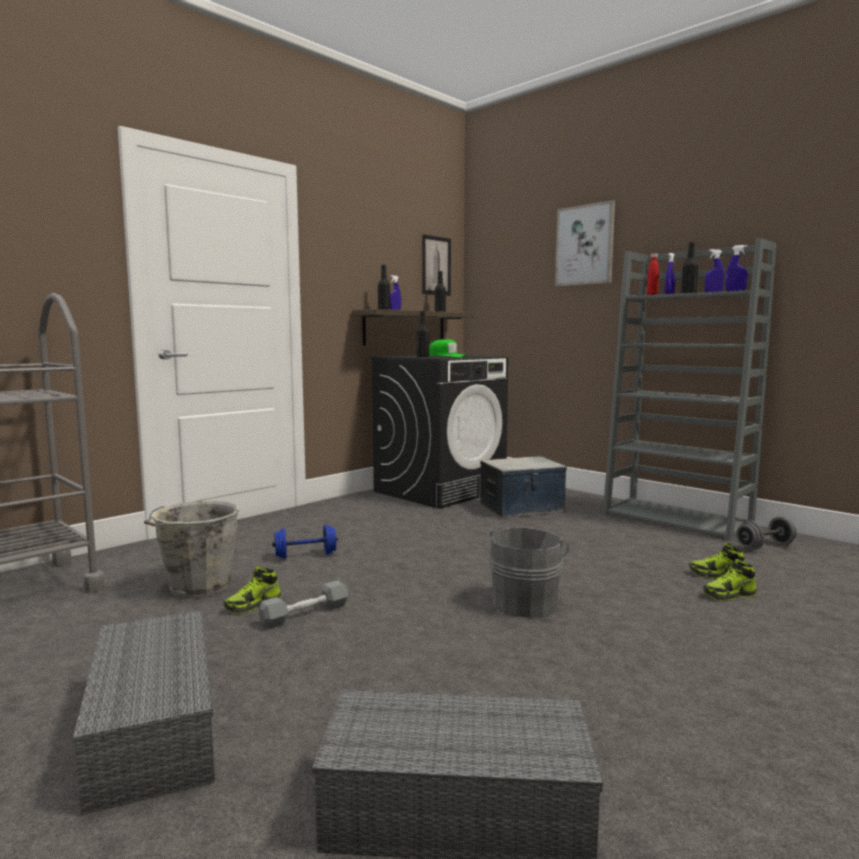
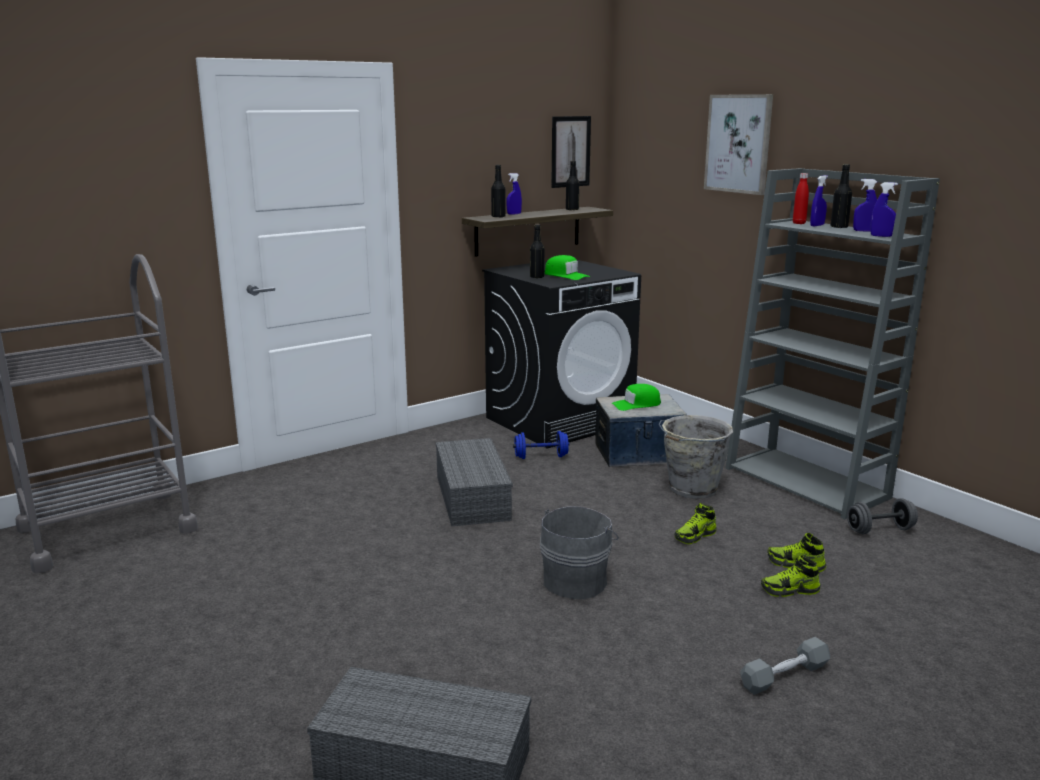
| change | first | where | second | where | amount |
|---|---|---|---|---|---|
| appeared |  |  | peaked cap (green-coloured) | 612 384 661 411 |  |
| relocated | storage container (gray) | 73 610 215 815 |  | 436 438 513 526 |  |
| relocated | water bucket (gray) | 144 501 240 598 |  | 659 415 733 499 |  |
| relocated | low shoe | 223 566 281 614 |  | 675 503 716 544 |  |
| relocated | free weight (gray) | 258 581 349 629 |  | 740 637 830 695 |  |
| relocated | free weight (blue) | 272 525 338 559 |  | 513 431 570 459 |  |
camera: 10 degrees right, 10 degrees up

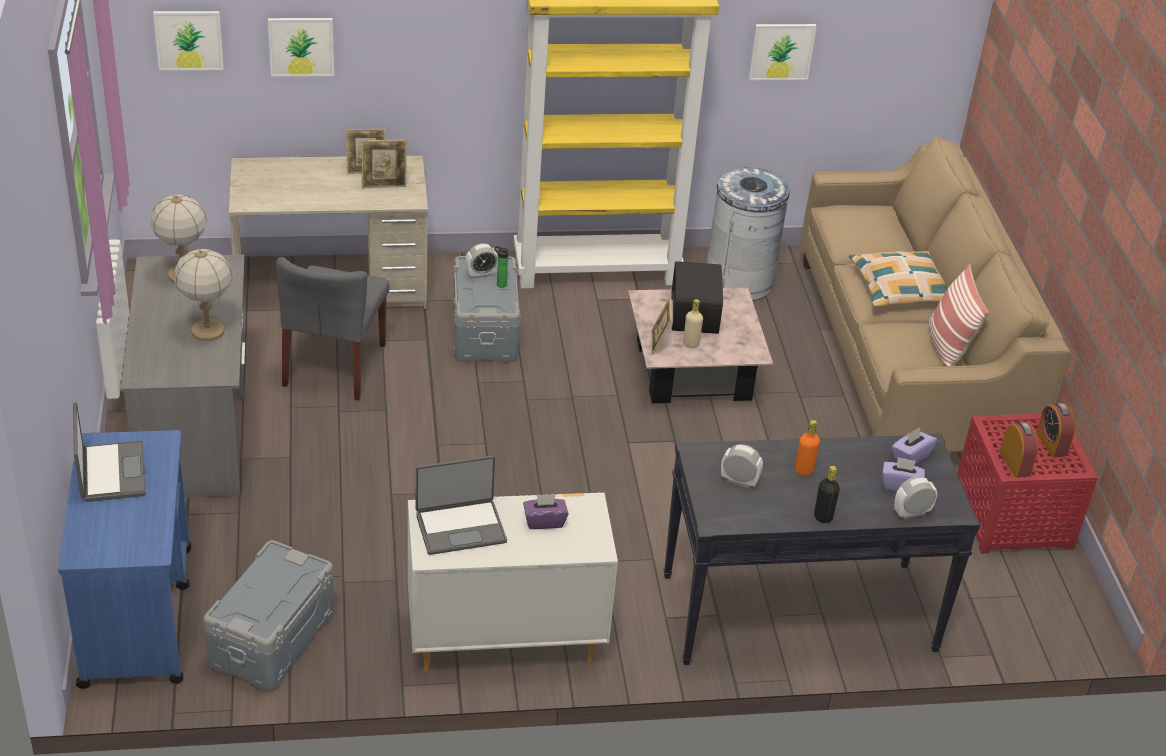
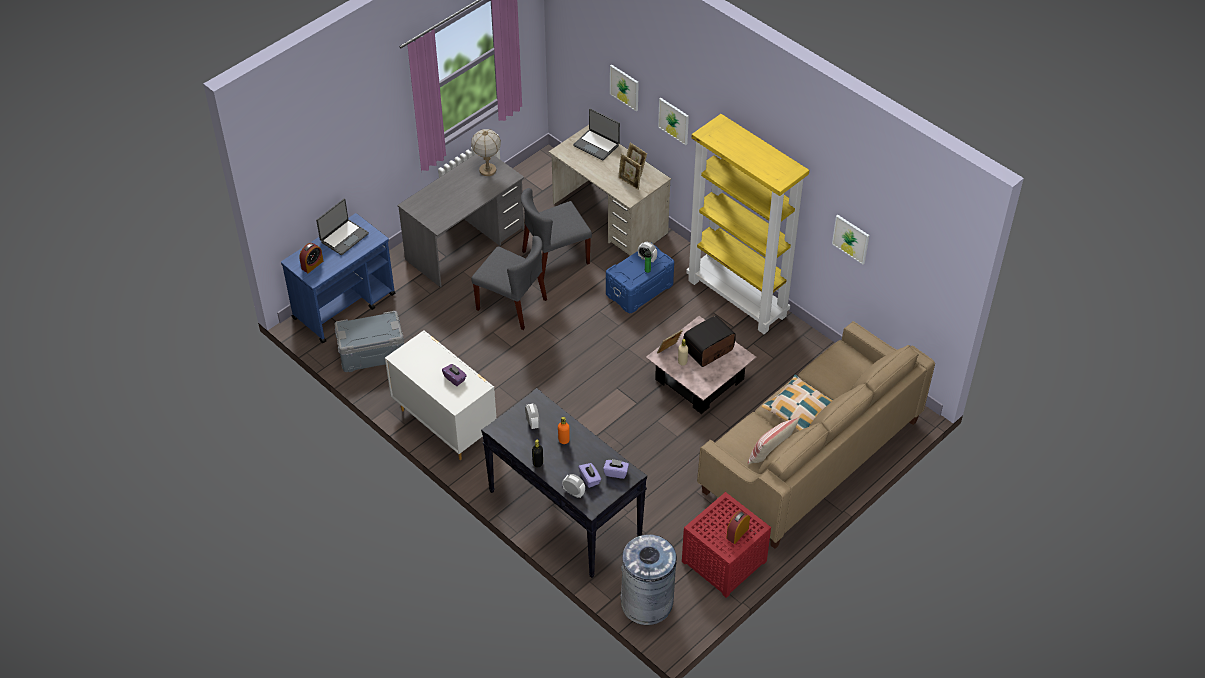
| change | first | where | second | where | amount |
|---|---|---|---|---|---|
| missing | tabletop lamp | 174 249 232 342 |  |  |  |
| appeared |  |  | upright chair (gray) | 471 236 547 330 |  |
| relocated | picture | 153 11 224 70 |  | 658 98 689 145 |  |
| relocated | portable computer | 416 455 507 555 |  | 573 109 620 160 |  |
| relocated | rubbish bin (gray) | 707 168 790 301 |  | 620 534 677 625 |  |
| relocated | table clock | 1000 422 1038 478 |  | 299 243 323 273 |  |
| colour | storage container (gray) | 453 256 520 362 | storage container (blue) | 606 242 674 313 |  |
camera: 55 degrees right, 10 degrees up

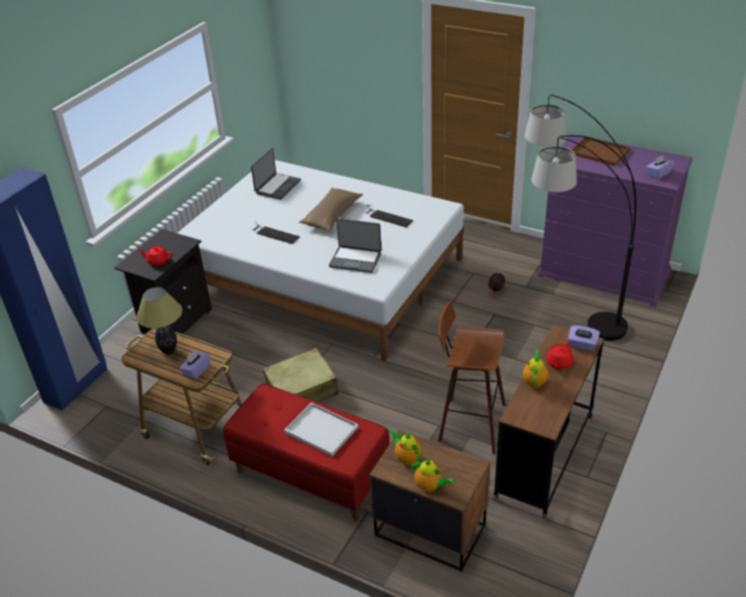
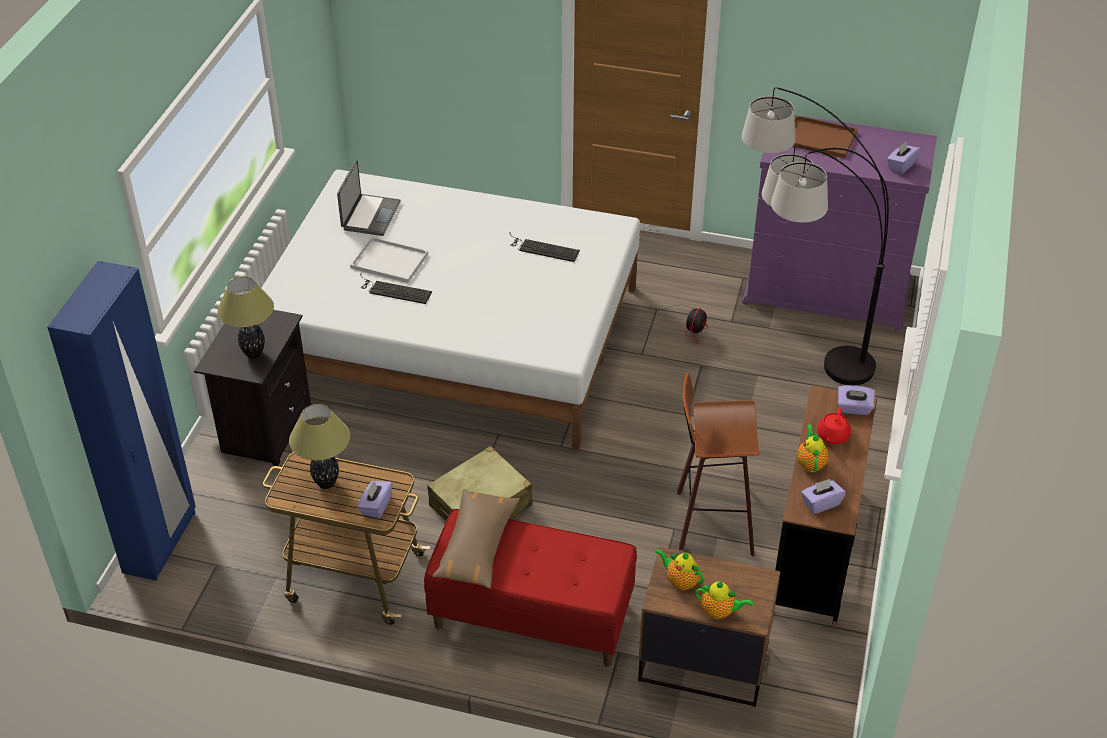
| change | first | where | second | where | amount |
|---|---|---|---|---|---|
| missing | portable computer | 329 218 381 273 |  |  |  |
| appeared |  |  | tissue box (purplish) | 801 479 846 514 |  |
| relocated | carrying tray (whitish) | 284 402 358 456 |  | 350 237 428 283 |  |
| relocated | throw pillow (brownish) | 299 187 363 231 |  | 432 489 520 589 |  |
| exchanged | teapot (reddish) | 138 246 173 266 | tabletop lamp | 217 276 274 359 |  |
camera: 15 degrees left, 5 degrees up

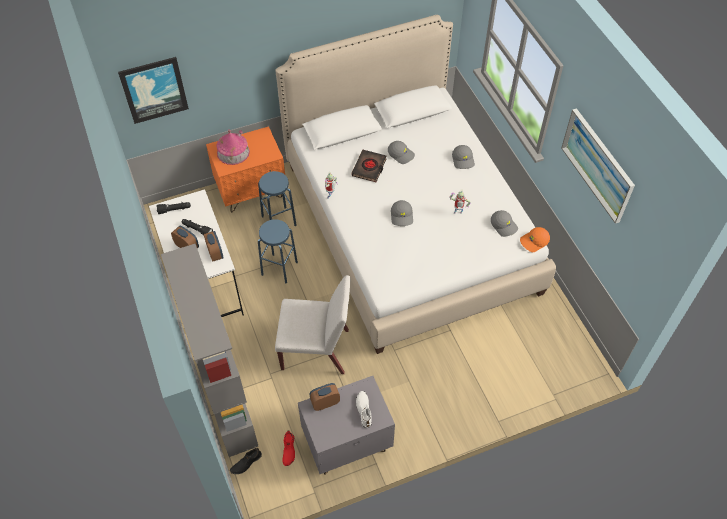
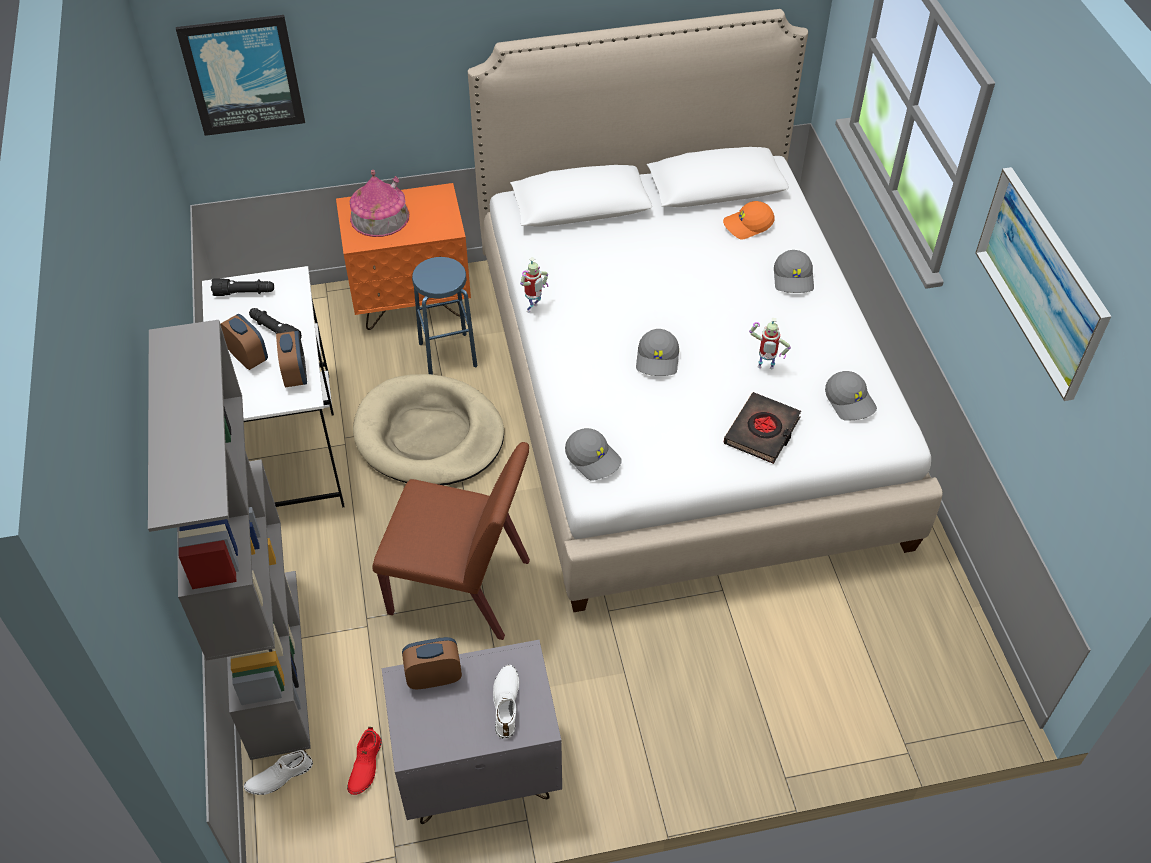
| change | first | where | second | where | amount |
|---|---|---|---|---|---|
| relocated | volume (black-coloured) | 351 150 387 182 |  | 724 392 801 464 |  |
| relocated | peaked cap (gray) | 388 141 415 164 |  | 565 428 622 481 |  |
| relocated | peaked cap (orange) | 520 227 550 252 |  | 723 201 775 240 |  |
| exchanged | sitting stool (blue) | 258 219 298 283 | dog cushion (beige) | 353 374 504 485 |  |
| colour | low shoe (black-coloured) | 230 448 262 474 | low shoe (whitish) | 244 749 313 795 |  |
| colour | upright chair (whitish) | 275 275 351 374 | upright chair (brownish) | 372 442 530 640 |  |
camera: 10 degrees right, 5 degrees down

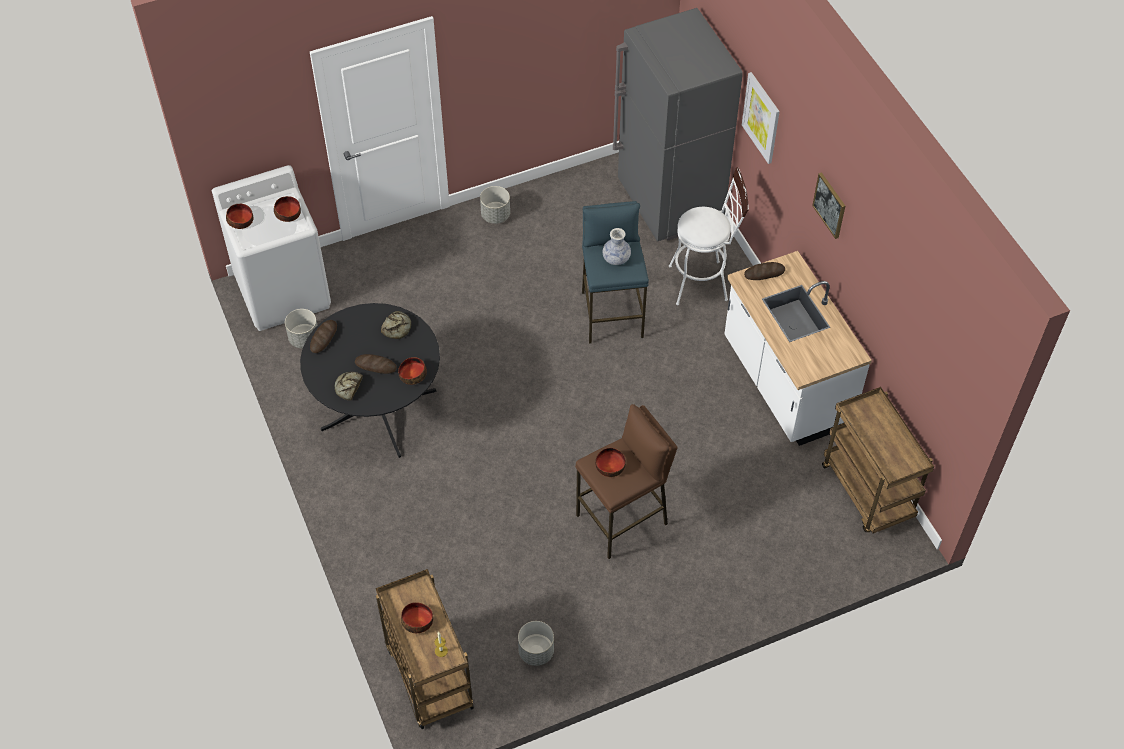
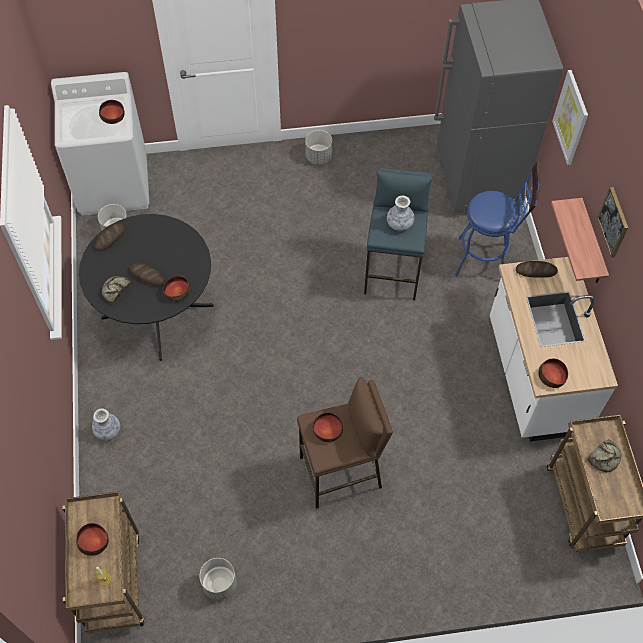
| change | first | where | second | where | amount |
|---|---|---|---|---|---|
| appeared |  |  | flower vase | 92 408 120 440 |  |
| appeared |  |  | bracket shelf | 551 198 609 283 |  |
| relocated | serving bowl | 226 204 253 229 |  | 538 358 568 388 |  |
| relocated | bakery bread | 381 311 411 339 |  | 588 439 621 472 |  |
| colour | sitting stool (whitish) | 669 167 749 306 | sitting stool (blue) | 455 161 540 277 |  |
camera: 15 degrees right, 5 degrees up

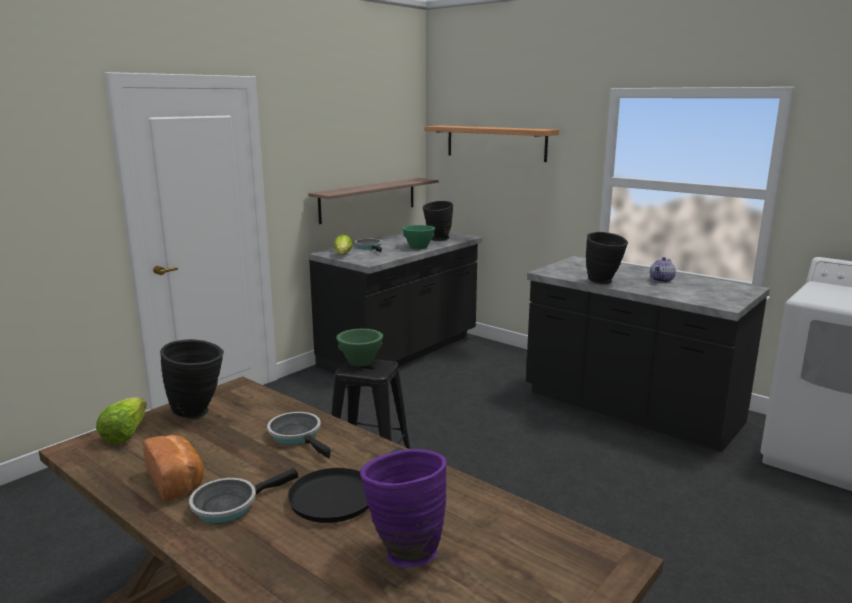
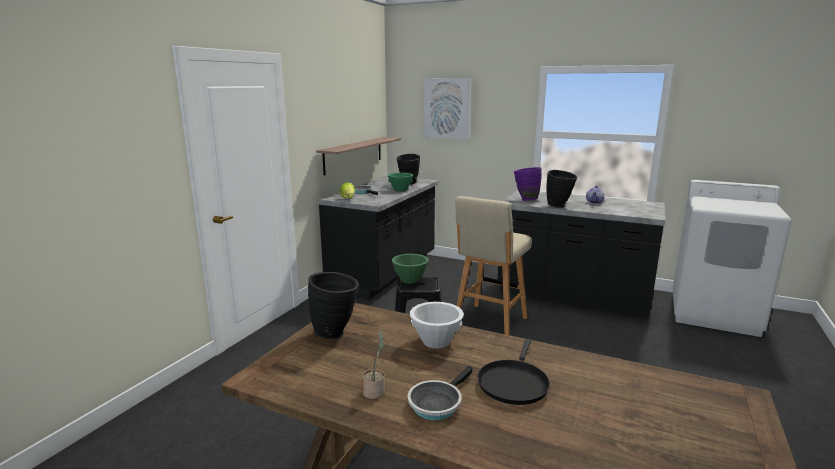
| change | first | where | second | where | amount |
|---|---|---|---|---|---|
| missing | lettuce | 96 397 147 444 |  |  |  |
| appeared |  |  | sitting stool (beige) | 455 196 532 335 |  |
| relocated | flower vase (purplish) | 360 449 446 567 |  | 514 167 542 201 |  |
| exchanged | bakery bread | 143 435 204 502 | plant in a pot | 362 330 385 399 |  |
| exchanged | frying pan | 267 412 331 458 | serving bowl (whitish) | 410 302 464 348 |  |
| exchanged | bracket shelf | 425 126 559 162 | picture | 424 78 471 139 |  |
camera: 15 degrees left, 0 degrees up

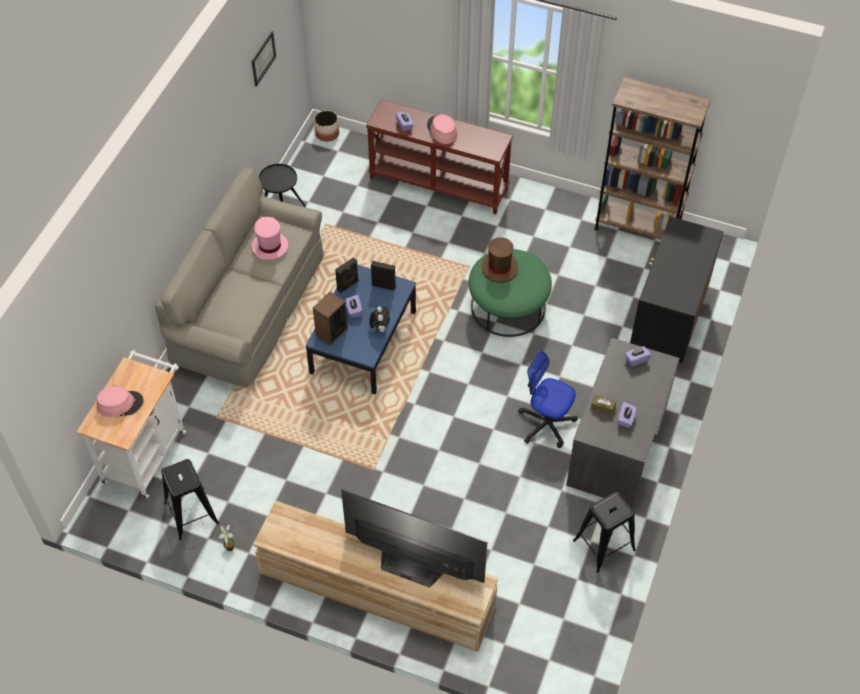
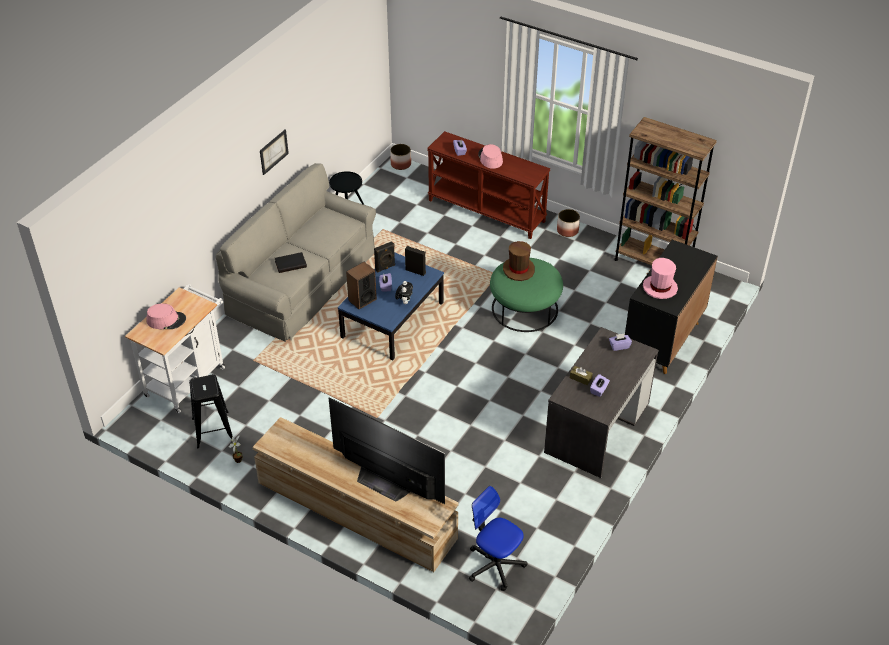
| change | first | where | second | where | amount |
|---|---|---|---|---|---|
| missing | sitting stool (black-coloured) | 573 492 636 573 |  |  |  |
| appeared |  |  | volume (black-coloured) | 275 252 307 273 |  |
| appeared |  |  | planter | 557 209 580 237 |  |
| relocated | picture | 251 31 276 87 |  | 260 130 289 175 |  |
| relocated | wearable hat (pinkish) | 251 217 288 261 |  | 643 258 678 299 |  |
| relocated | office chair | 518 350 578 448 |  | 469 486 527 591 |  |
camera: 10 degrees right, 10 degrees down

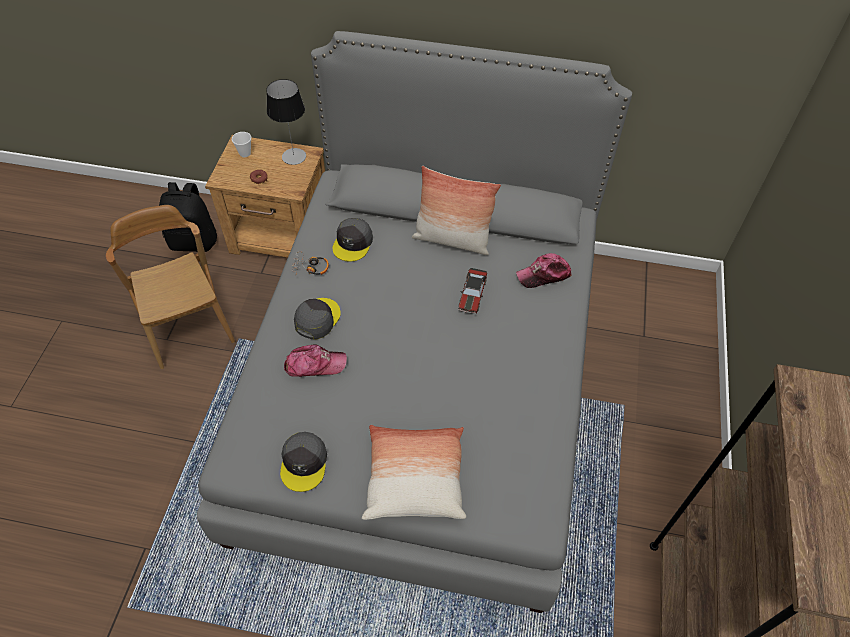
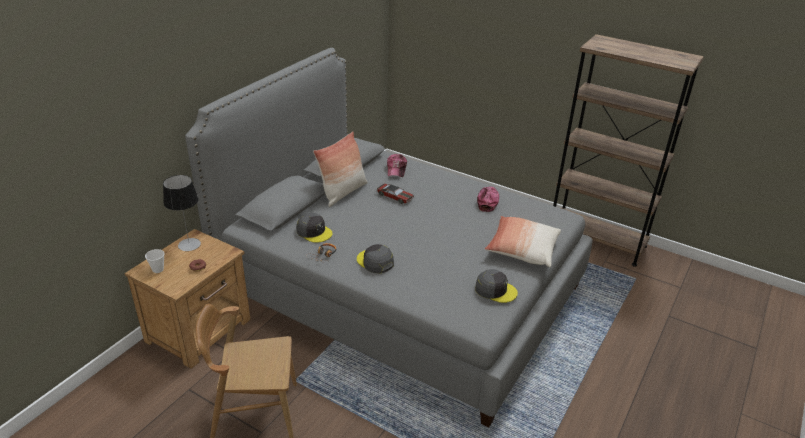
| change | first | where | second | where | amount |
|---|---|---|---|---|---|
| missing | knapsack (black-coloured) | 159 182 217 252 |  |  |  |
| relocated | peaked cap | 284 345 347 377 |  | 477 186 499 212 |  |
camera: 70 degrees left, 20 degrees down

